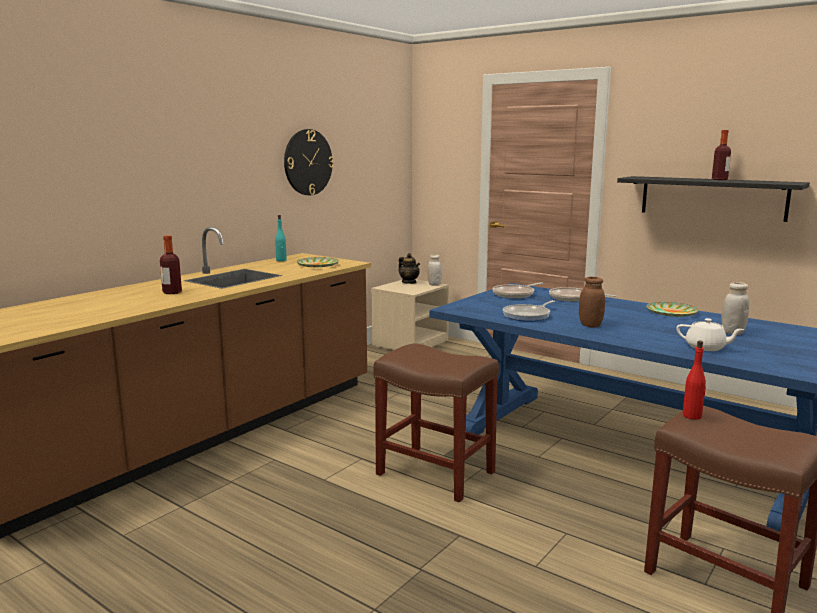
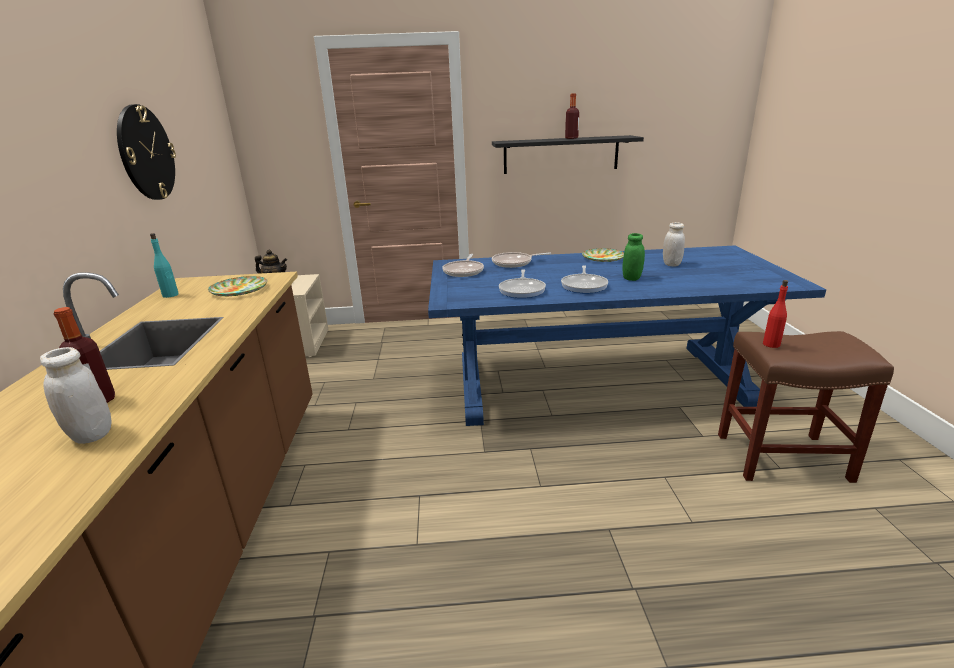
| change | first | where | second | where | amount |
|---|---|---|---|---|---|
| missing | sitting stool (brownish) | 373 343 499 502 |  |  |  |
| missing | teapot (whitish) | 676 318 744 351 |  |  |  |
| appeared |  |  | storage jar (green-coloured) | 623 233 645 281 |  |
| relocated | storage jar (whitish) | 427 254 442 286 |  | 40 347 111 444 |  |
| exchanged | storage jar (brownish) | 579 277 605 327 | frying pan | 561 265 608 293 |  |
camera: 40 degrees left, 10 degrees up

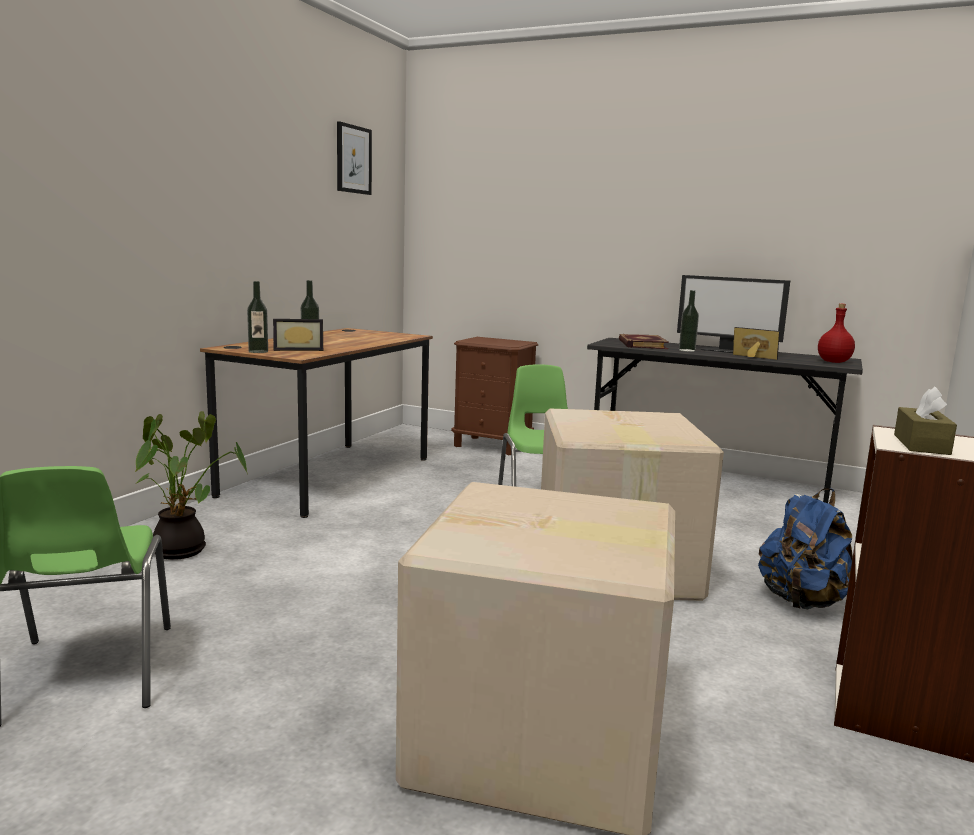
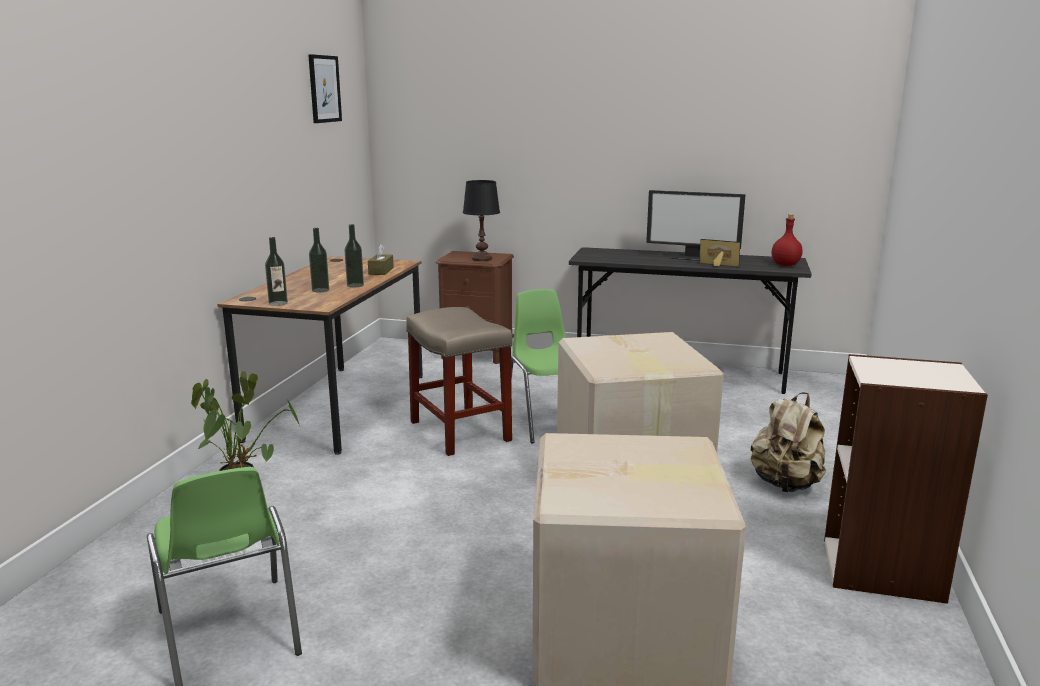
| change | first | where | second | where | amount |
|---|---|---|---|---|---|
| missing | picture frame | 273 319 323 351 |  |  |  |
| missing | volume | 619 334 669 349 |  |  |  |
| appeared |  |  | sitting stool (beige) | 406 307 512 456 |  |
| appeared |  |  | tabletop lamp (black-coloured) | 463 180 500 261 |  |
| relocated | bottle | 679 290 699 352 |  | 345 224 364 287 |  |
| relocated | tissue box (brownish) | 894 386 957 455 |  | 368 244 394 275 |  |
| colour | knapsack (blue) | 758 488 853 609 | knapsack (beige) | 751 392 826 492 |  |
camera: 10 degrees left, 5 degrees up

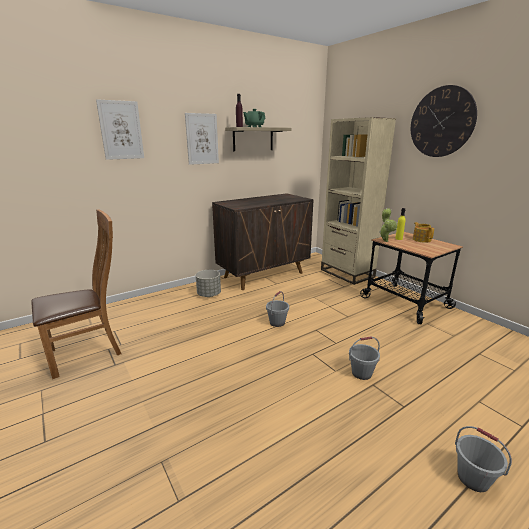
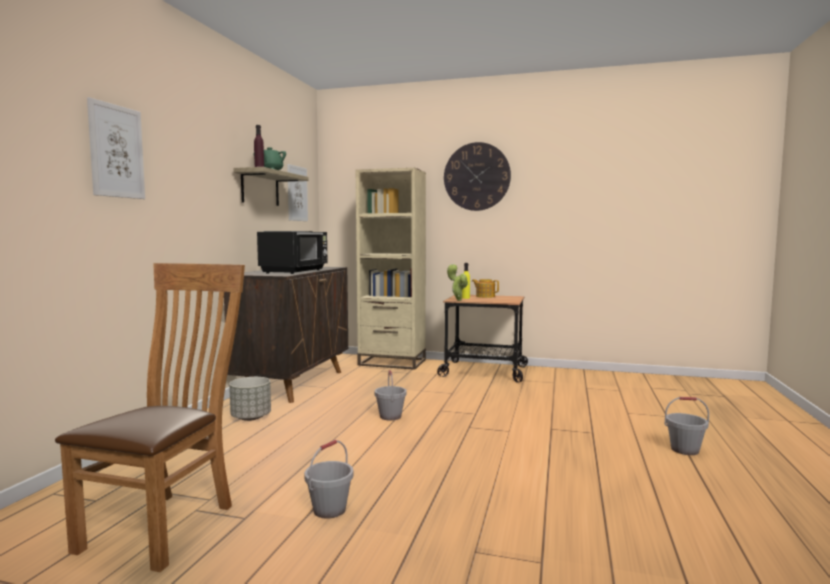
| change | first | where | second | where | amount |
|---|---|---|---|---|---|
| appeared |  |  | microwave (black-coloured) | 257 231 328 274 |  |
| relocated | picture | 185 113 219 165 |  | 287 164 308 221 |  |
| relocated | water bucket (gray) | 349 336 380 380 |  | 304 440 353 519 |  |
camera: 40 degrees left, 15 degrees down

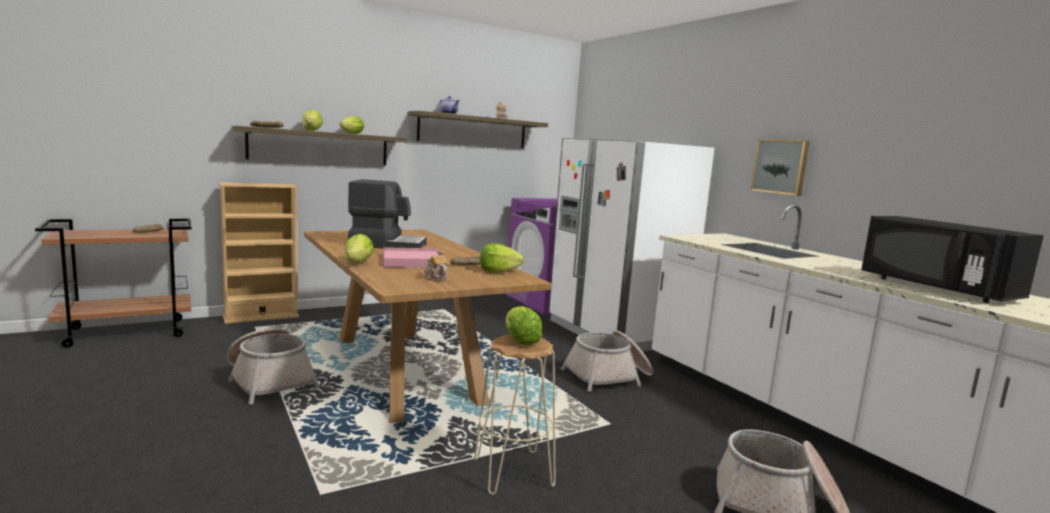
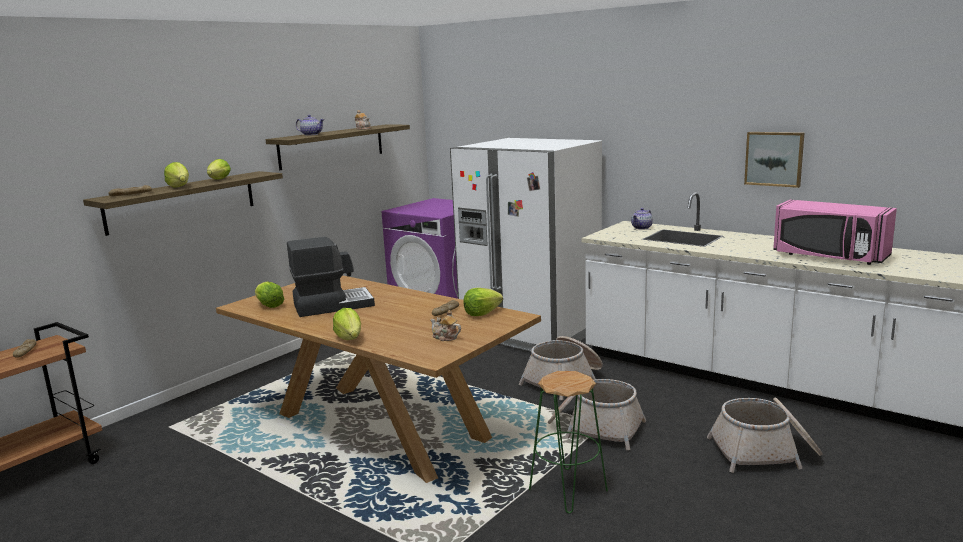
| change | first | where | second | where | amount |
|---|---|---|---|---|---|
| missing | shelving unit (beige) | 219 183 299 324 |  |  |  |
| missing | carrying tray (pinkish) | 383 247 439 268 |  |  |  |
| appeared |  |  | teapot | 631 208 653 230 |  |
| relocated | household basket | 227 328 320 404 |  | 548 379 646 450 |  |
| relocated | lettuce | 506 306 542 346 |  | 255 282 284 308 |  |
| relocated | picture | 751 139 810 196 |  | 744 132 804 188 |  |
| colour | sitting stool (beige) | 474 335 556 495 | sitting stool (green-coloured) | 529 371 608 514 |  |
| colour | microwave (black-coloured) | 861 216 1044 303 | microwave (pinkish) | 773 200 897 265 |  |
camera: 20 degrees left, 5 degrees up

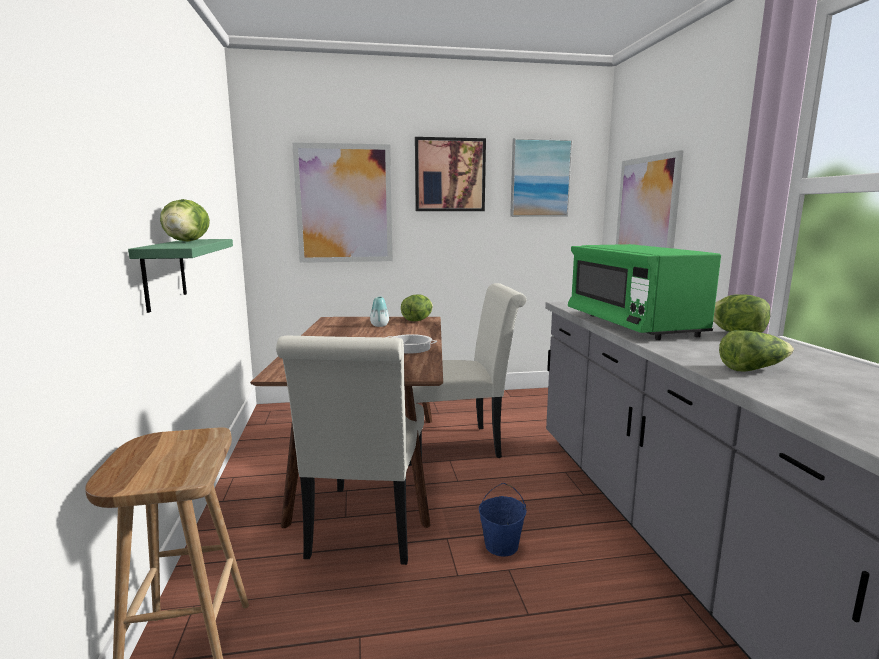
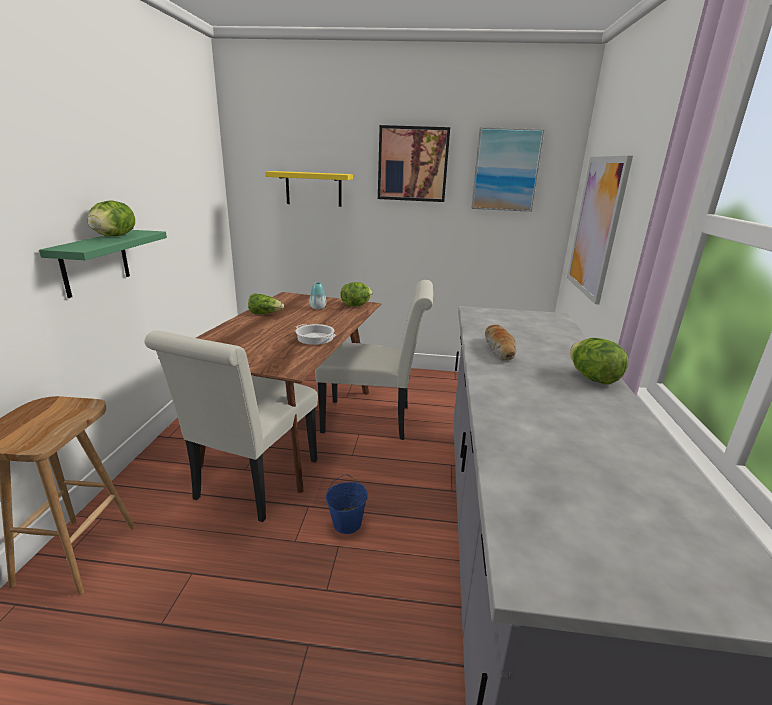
| change | first | where | second | where | amount |
|---|---|---|---|---|---|
| relocated | lettuce | 719 330 794 372 |  | 248 293 284 314 |  |
| exchanged | picture | 292 142 392 263 | bracket shelf (yellowish) | 265 171 353 207 |  |
| exchanged | microwave (green-coloured) | 568 244 721 340 | bakery bread | 485 325 516 360 |  |
camera: 15 degrees right, 10 degrees up

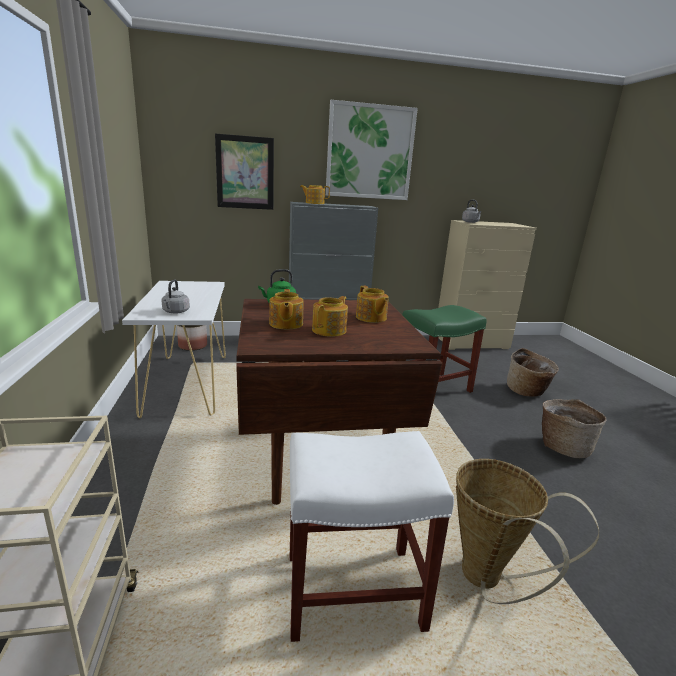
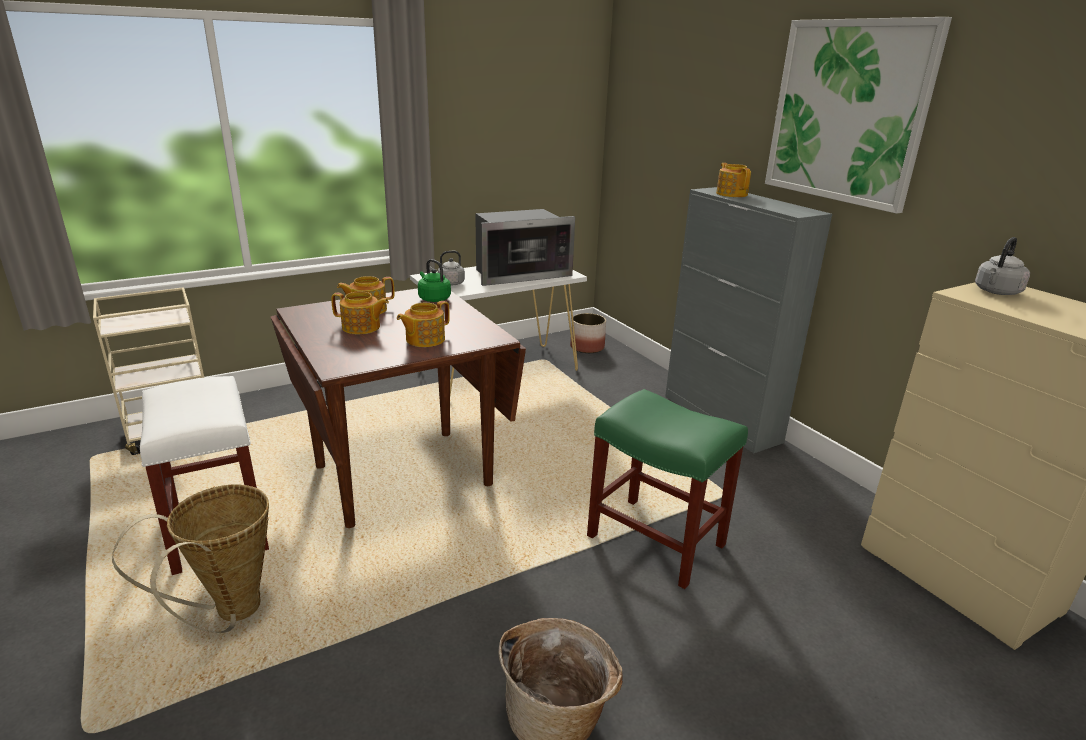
| change | first | where | second | where | amount |
|---|---|---|---|---|---|
| missing | picture | 215 134 274 210 |  |  |  |
| missing | household basket | 507 348 559 397 |  |  |  |
| appeared |  |  | microwave | 475 209 575 286 |  |
camera: 70 degrees right, 5 degrees up

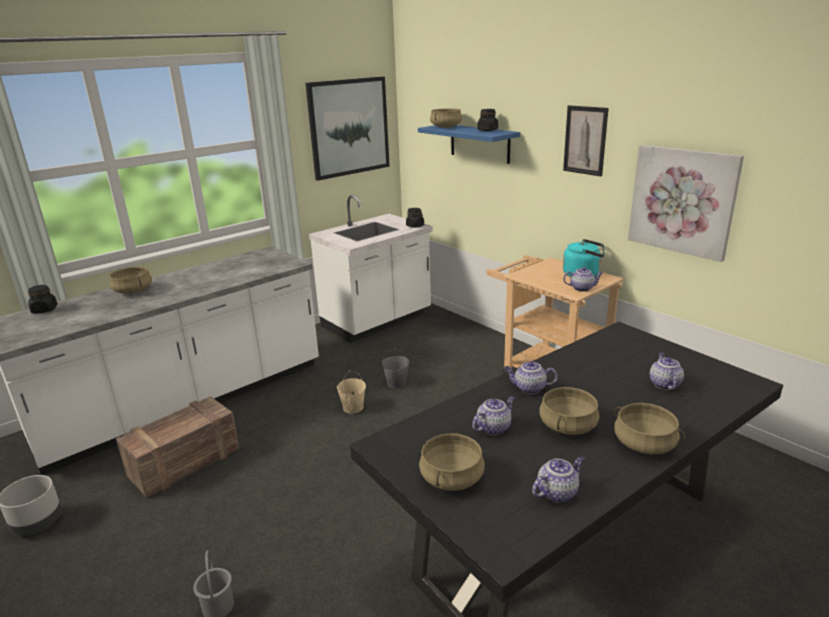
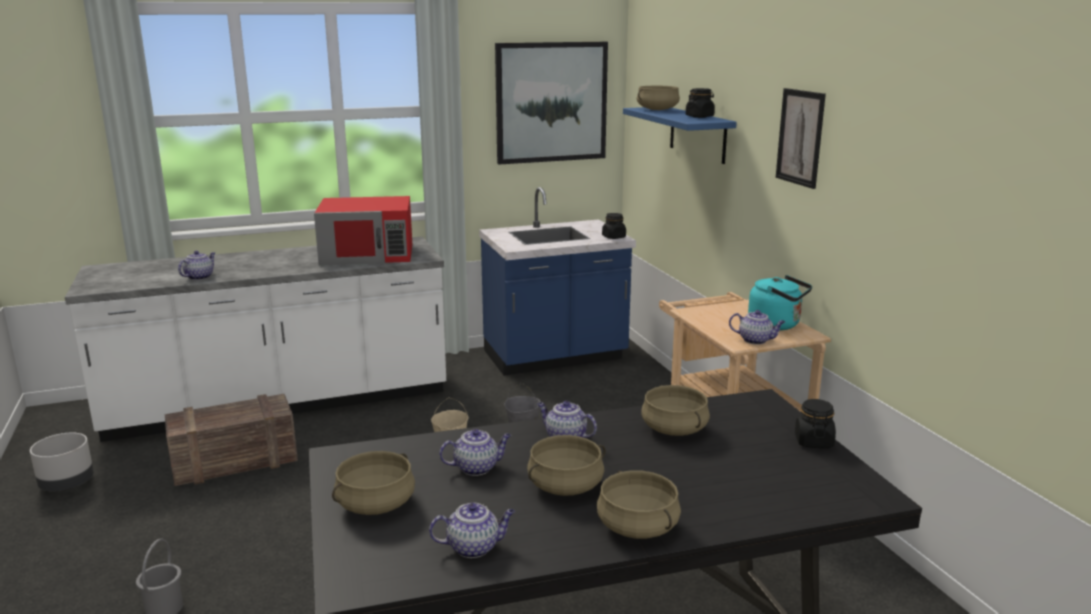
| change | first | where | second | where | amount |
|---|---|---|---|---|---|
| missing | picture | 628 145 744 262 |  |  |  |
| appeared |  |  | microwave (reddish) | 314 196 412 266 |  |
| relocated | storage jar (black-coloured) | 28 285 57 314 |  | 795 399 836 448 |  |
| relocated | cooking pot (beige) | 109 267 152 294 |  | 641 385 710 436 |  |
| relocated | teapot | 650 353 684 390 |  | 178 251 215 280 |  |
| colour | kitchen base unit (whitish) | 309 195 433 343 | kitchen base unit (blue) | 479 187 636 376 |  |
camera: 20 degrees right, 5 degrees down

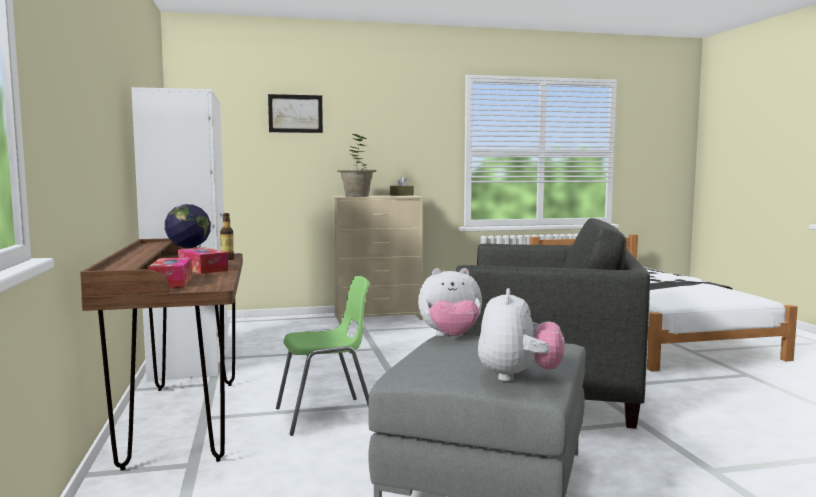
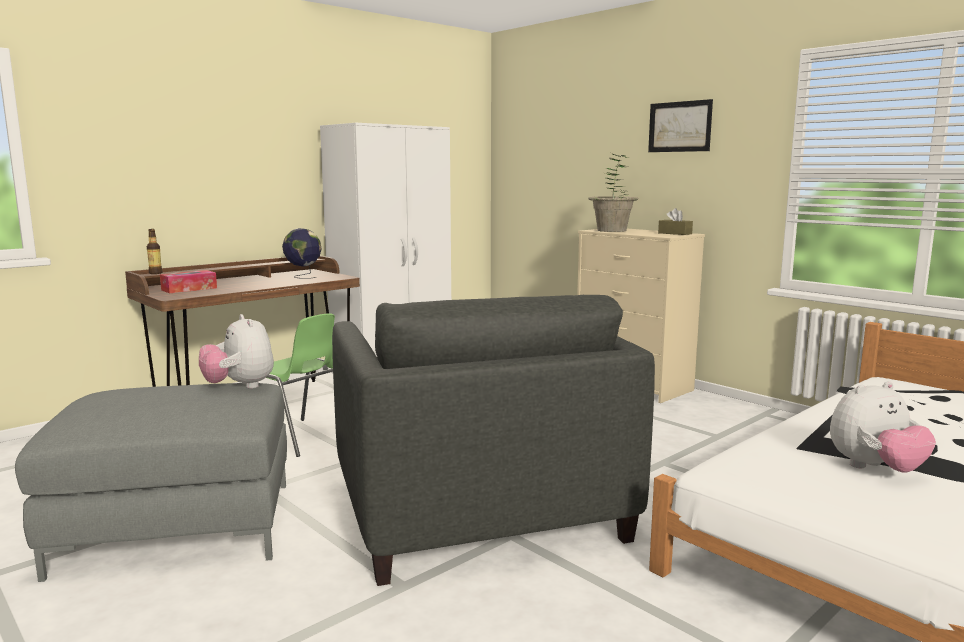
| change | first | where | second | where | amount |
|---|---|---|---|---|---|
| missing | tissue box | 178 247 228 274 |  |  |  |
| relocated | bottle | 220 213 234 260 |  | 147 229 162 274 |  |
| relocated | picture | 268 94 323 133 |  | 648 99 713 152 |  |
| relocated | plush toy | 478 288 565 381 |  | 830 381 936 472 |  |
camera: 60 degrees right, 5 degrees up

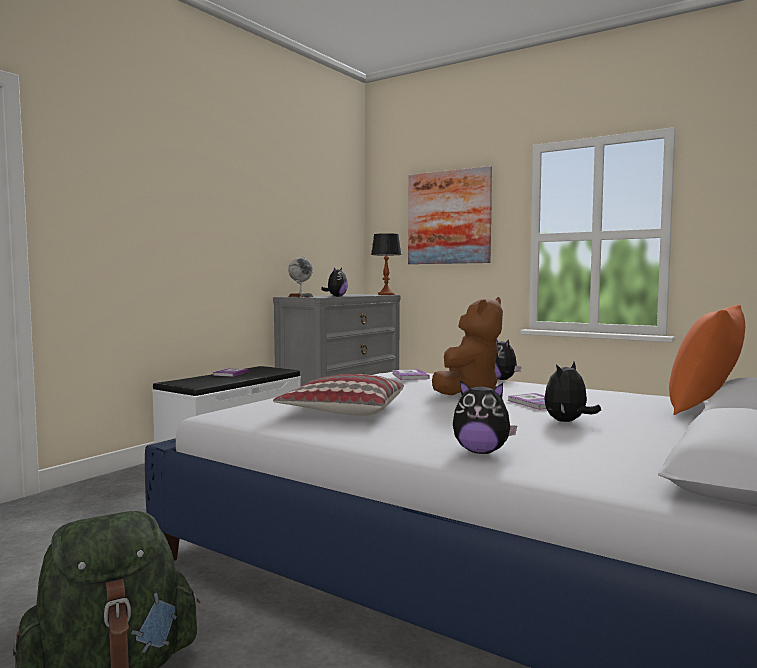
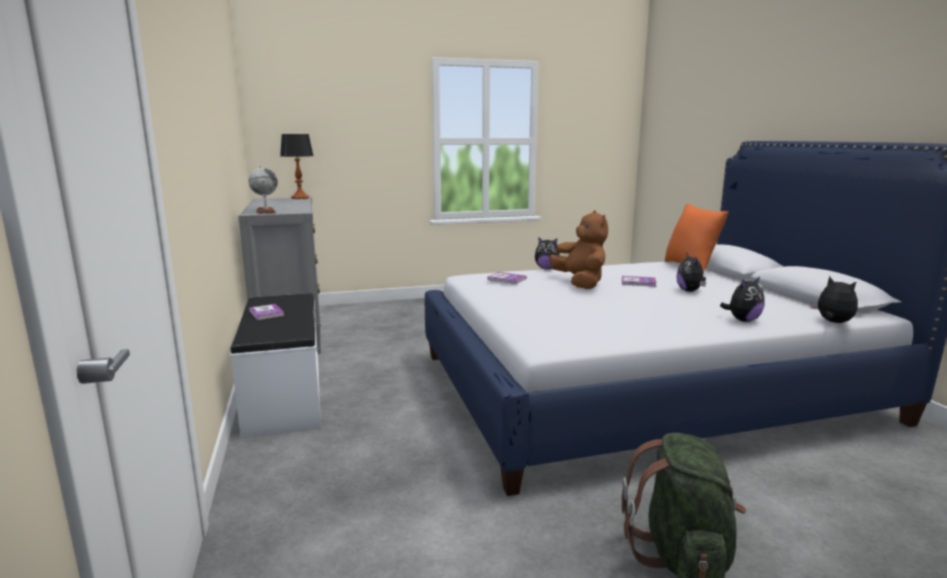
| change | first | where | second | where | amount |
|---|---|---|---|---|---|
| missing | throw pillow | 273 374 404 416 |  |  |  |
| missing | picture | 408 166 492 264 |  |  |  |
| relocated | plush toy | 321 267 348 297 |  | 811 276 858 323 |  |
camera: 50 degrees left, 10 degrees up

